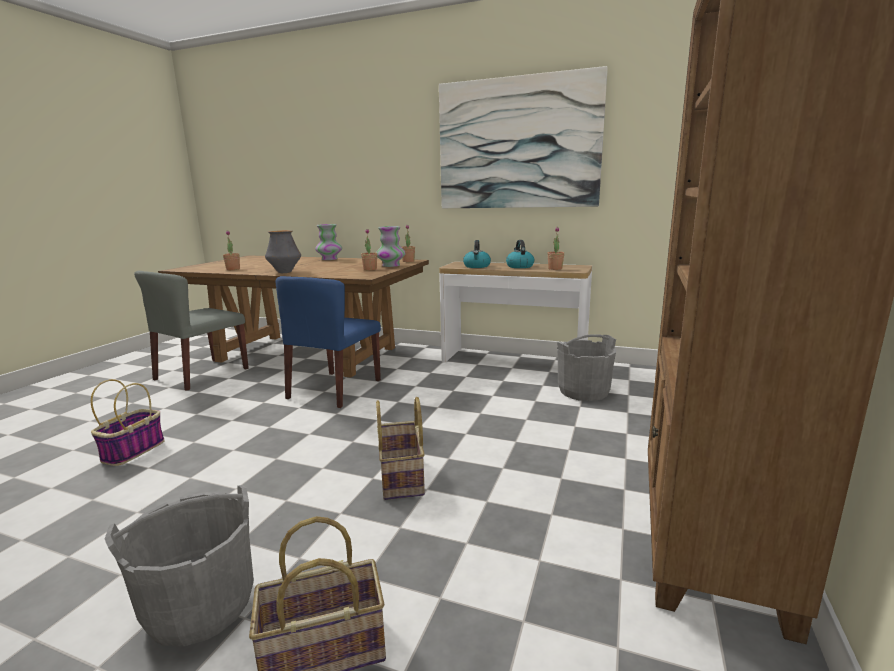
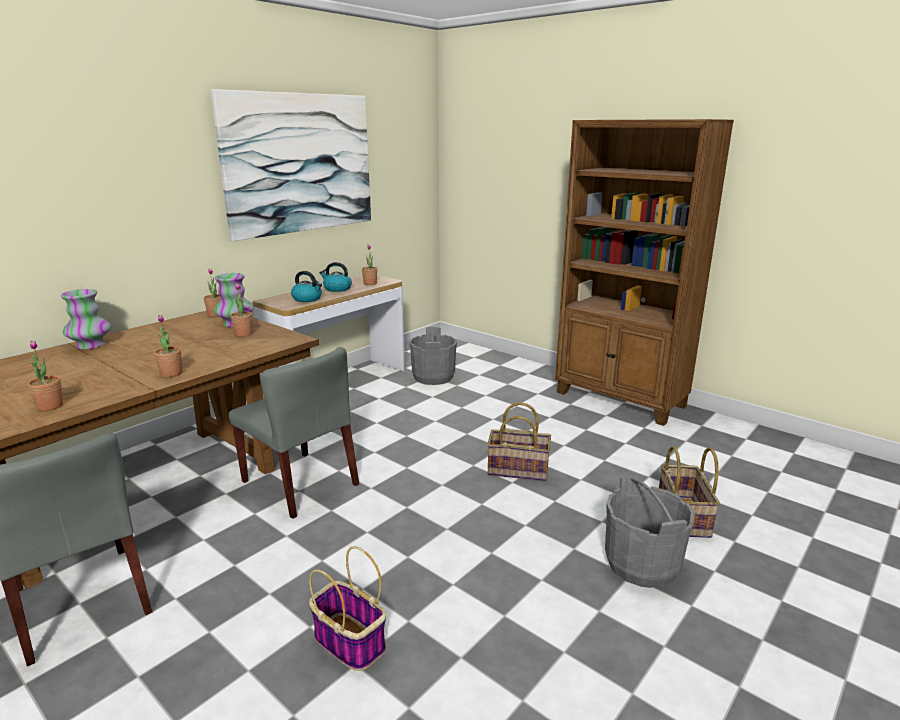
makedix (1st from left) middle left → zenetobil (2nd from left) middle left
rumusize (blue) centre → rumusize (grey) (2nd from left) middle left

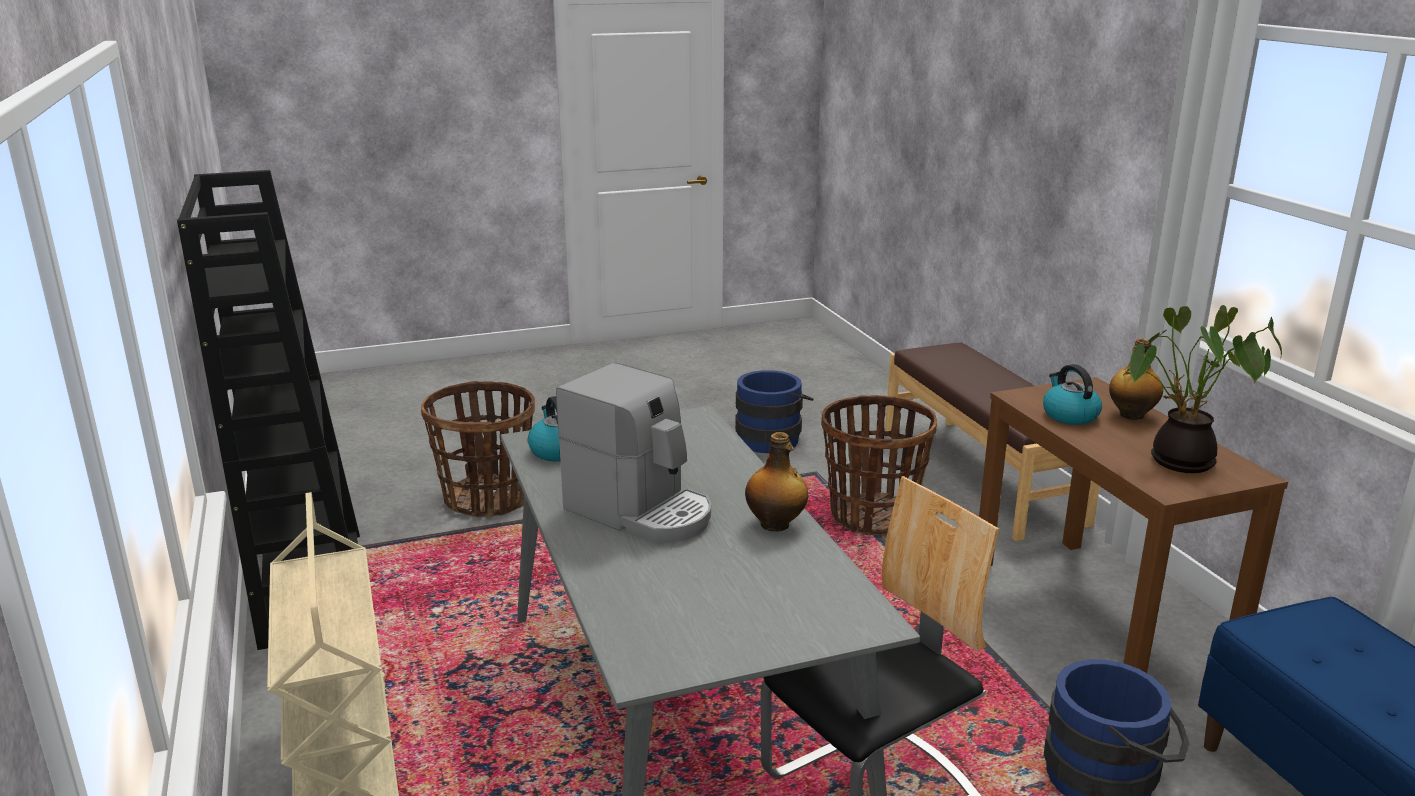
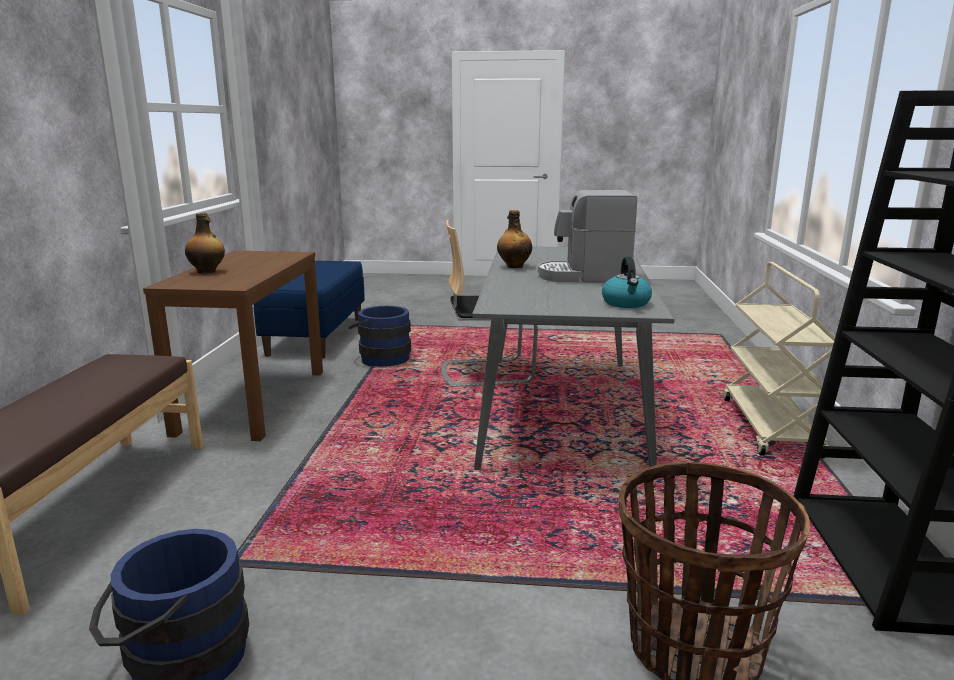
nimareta centre, 60 degrees counterclockwise
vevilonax (2nd from left) centre → -
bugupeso (2nd from left) middle right → -
zenetobil middle right → -

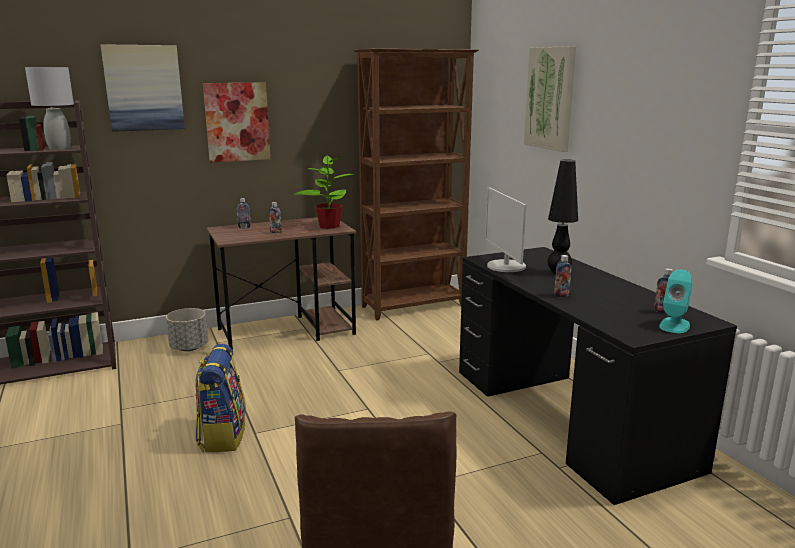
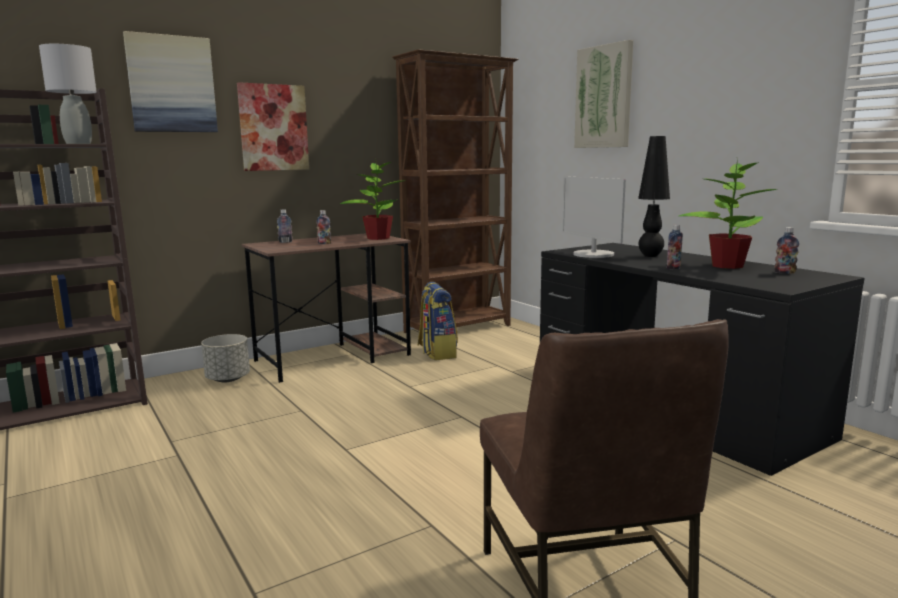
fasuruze bottom left → fasuruze centre, moved
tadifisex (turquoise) middle right → -
- → zenetobil (2nd from left) middle right

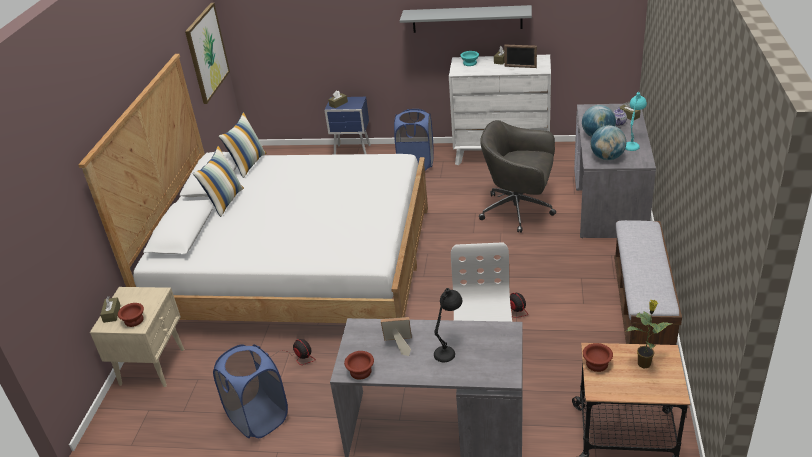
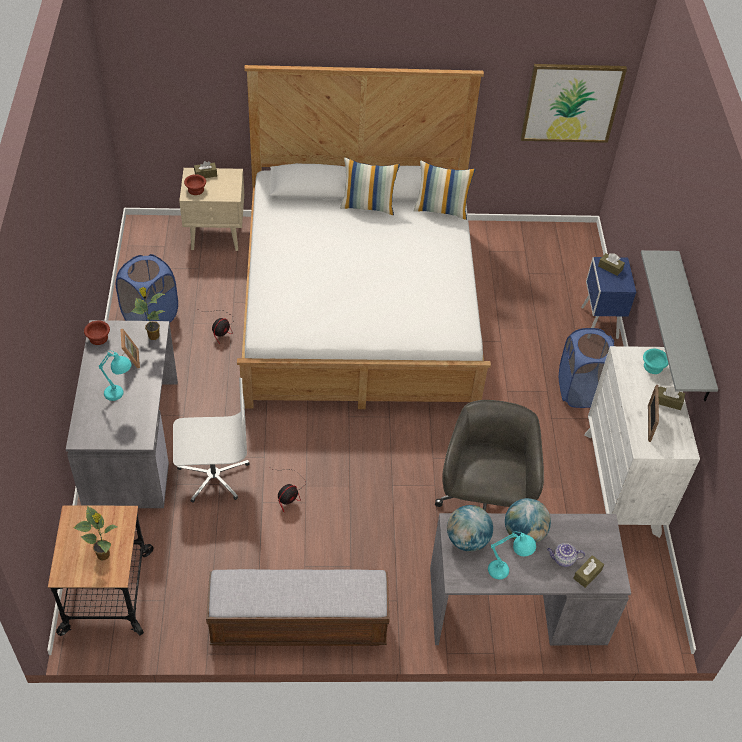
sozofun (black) bottom centre → sozofun (turquoise) (1st from left) middle left
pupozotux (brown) (3rd from left) bottom right → -
- → zenetobil (2nd from left) middle left

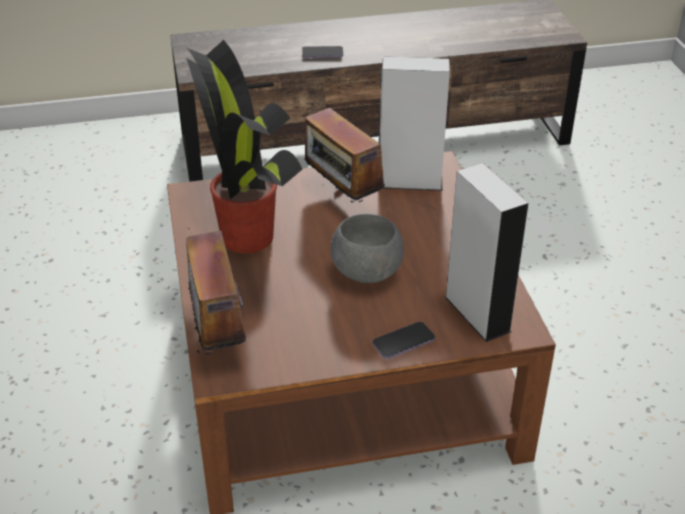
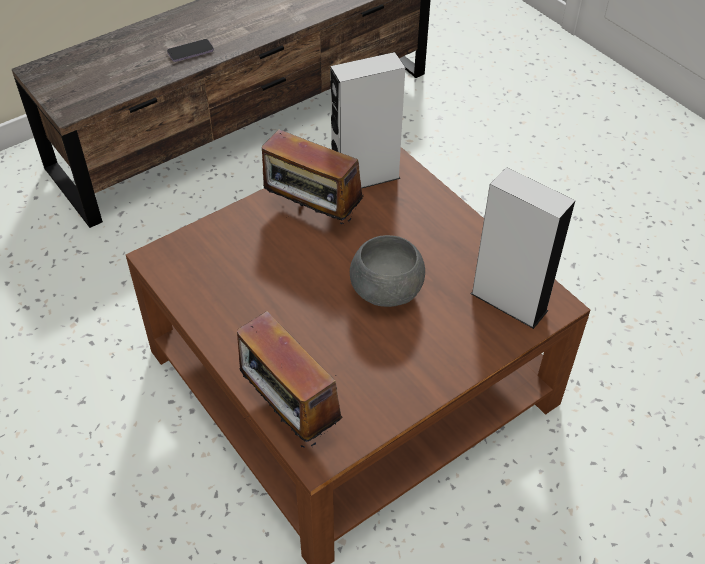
zenetobil top centre → -
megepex (2nd from left) centre → -

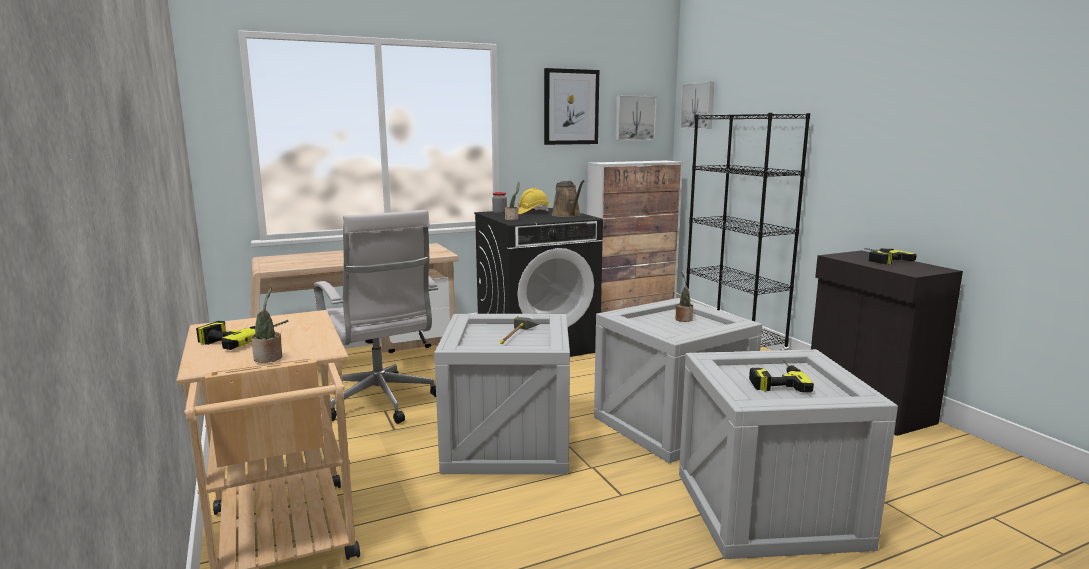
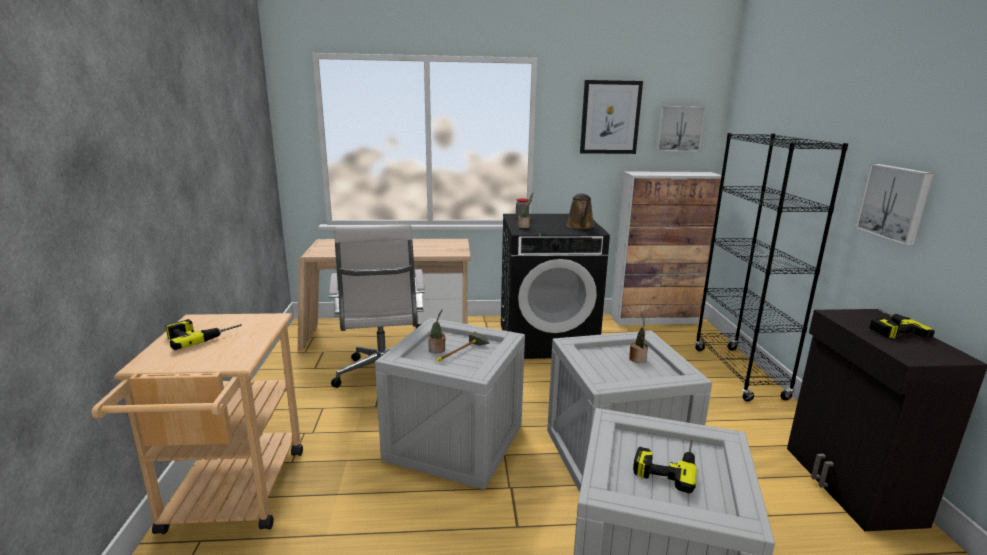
zenetobil (1st from left) middle left → zenetobil (1st from left) centre, moved
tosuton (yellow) centre → -
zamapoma (3rd from left) top centre → zamapoma (3rd from left) middle right, moved

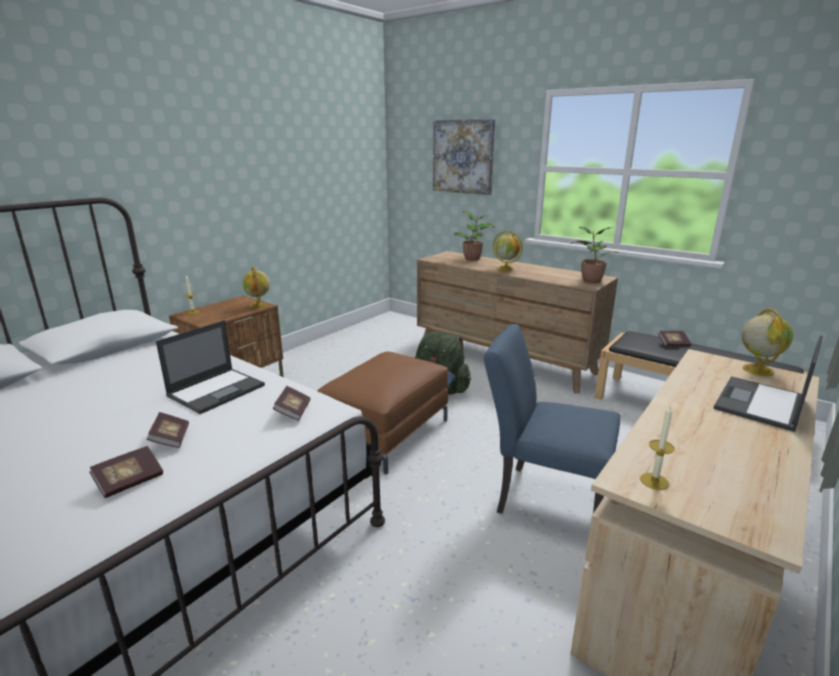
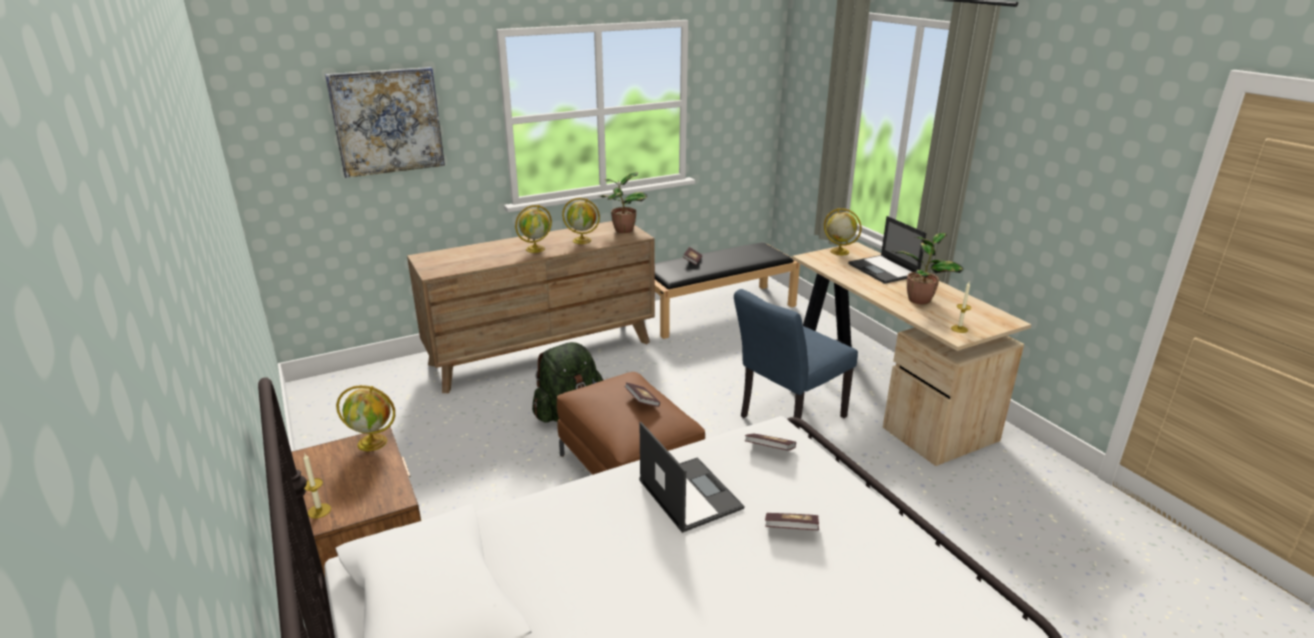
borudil (1st from left) bottom left → borudil (1st from left) centre, moved
zenetobil (1st from left in the first image) centre → zenetobil (2nd from left) middle right, moved
- → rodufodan (3rd from left) centre

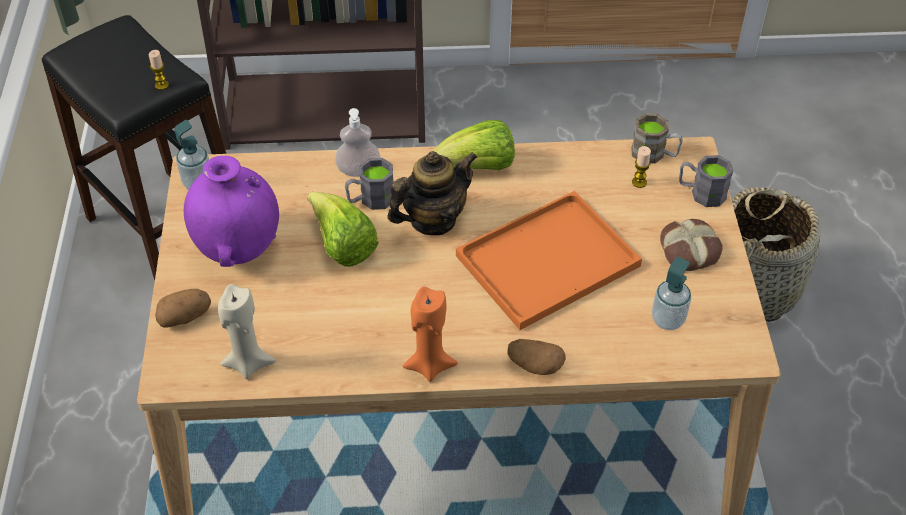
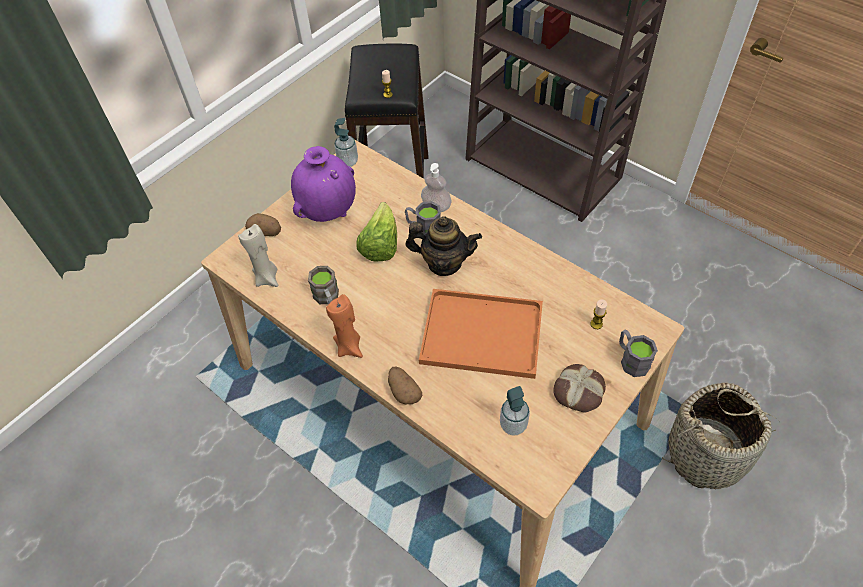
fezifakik (2nd from left) top centre → -
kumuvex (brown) top right → kumuvex (brown) centre, moved

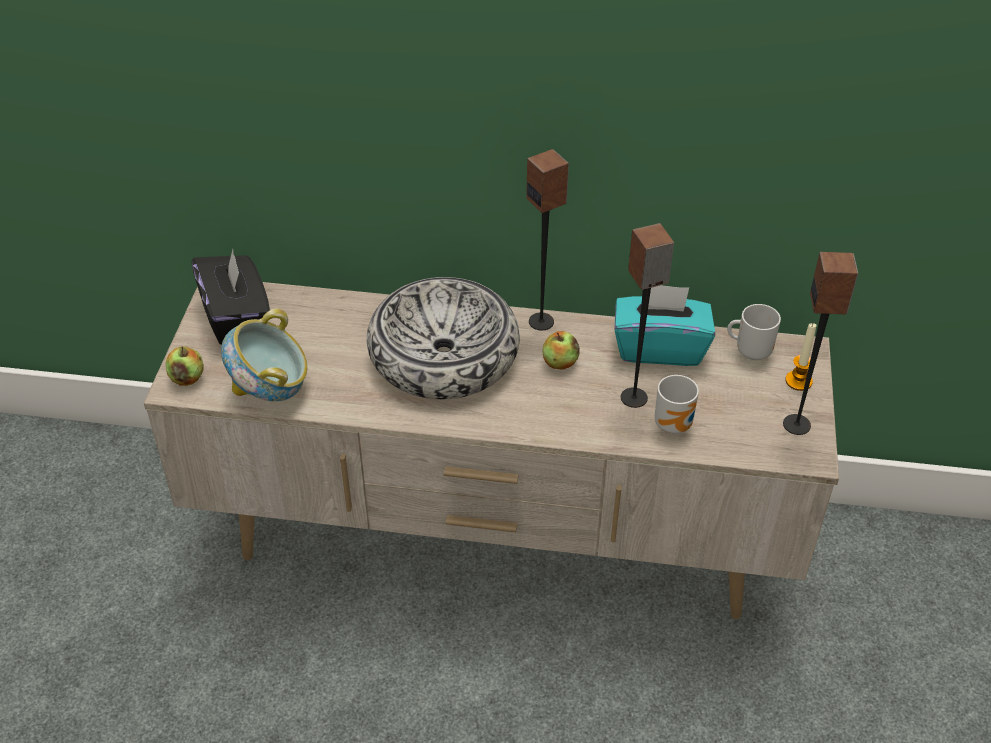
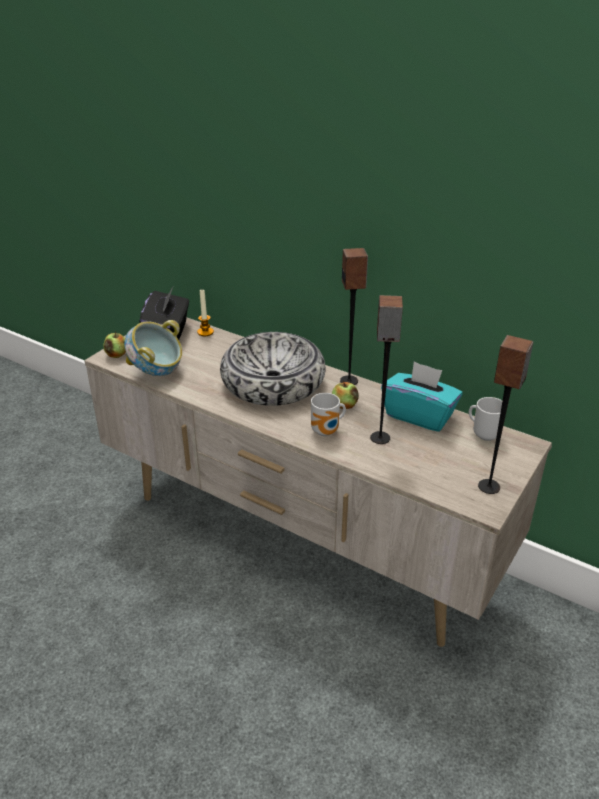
kumuvex (1st from left) middle right → kumuvex (1st from left) centre, moved
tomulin middle right → tomulin centre, moved

